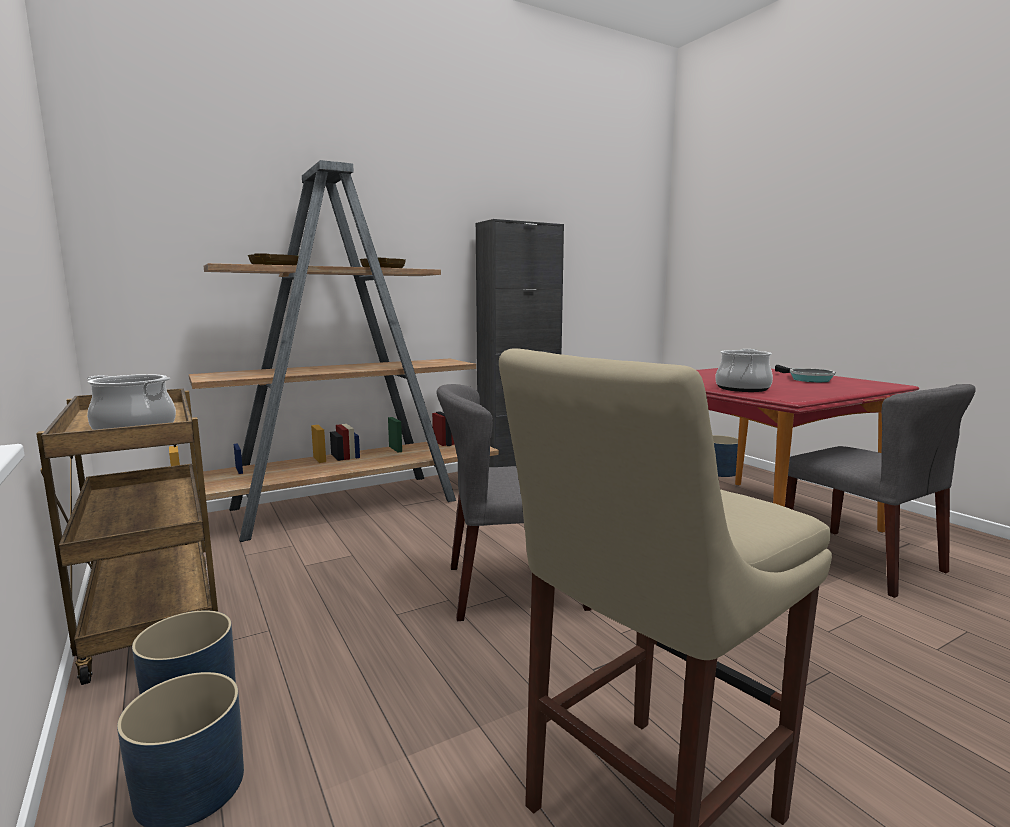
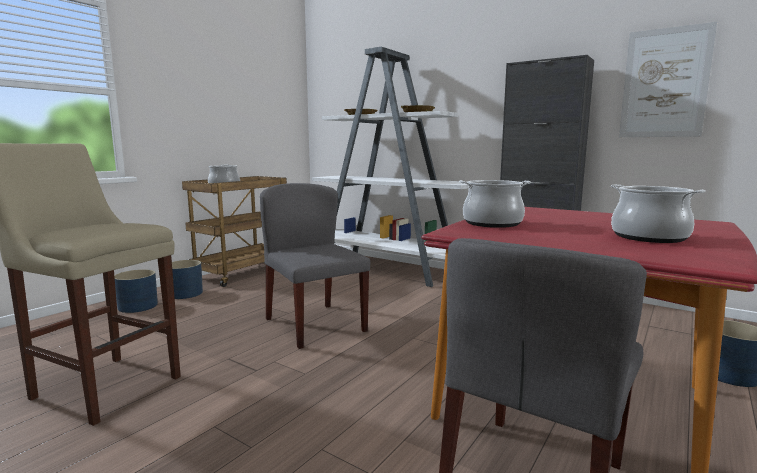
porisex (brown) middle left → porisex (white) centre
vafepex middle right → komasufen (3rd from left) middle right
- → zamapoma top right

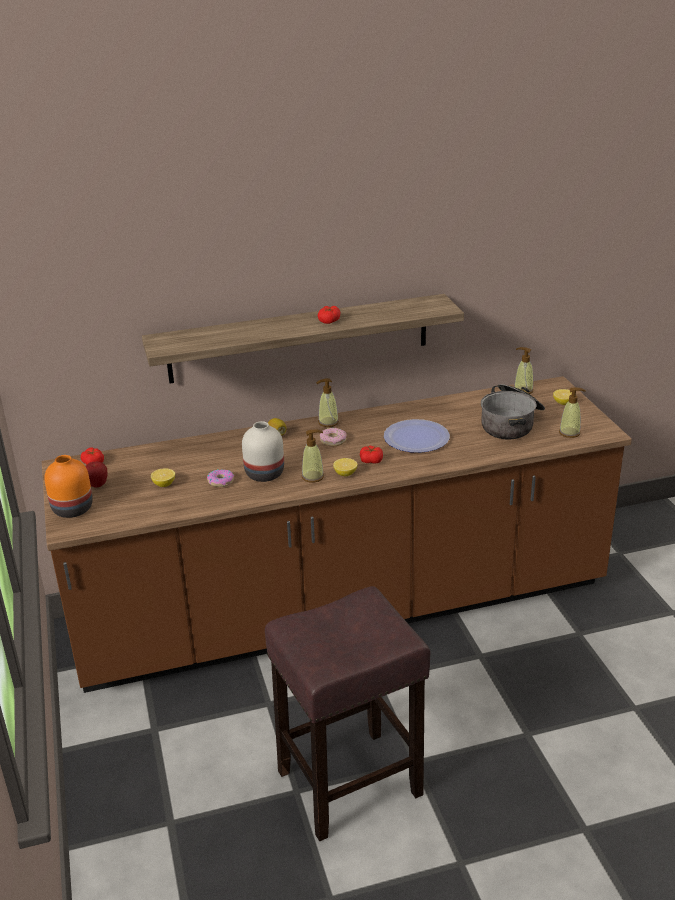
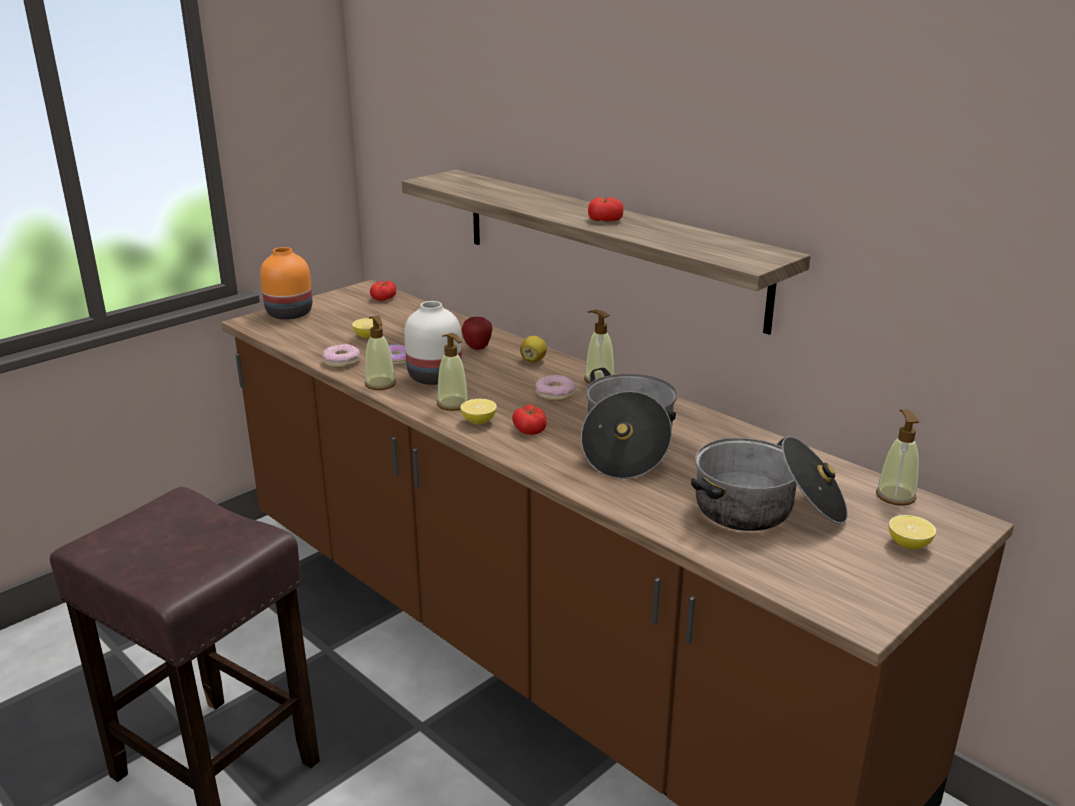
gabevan middle left → gabevan centre, moved
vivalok centre → komasufen (1st from left) centre
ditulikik (4th from left in the first image) middle right → ditulikik (1st from left) centre, moved
- → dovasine (1st from left) middle left

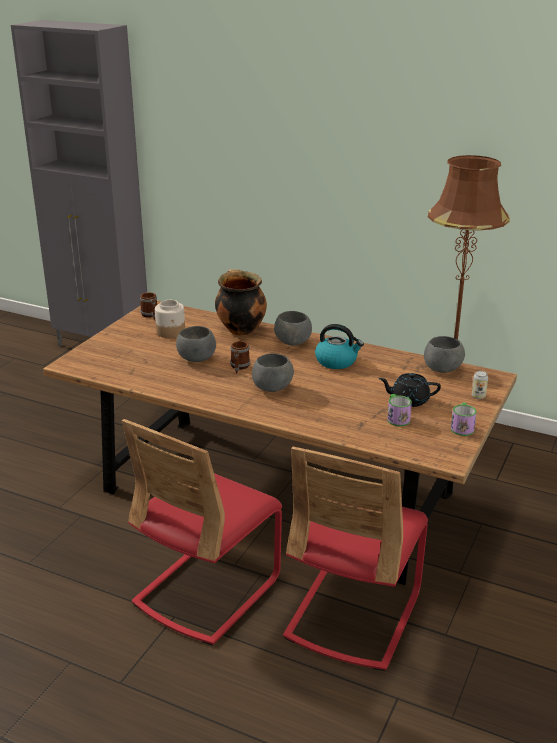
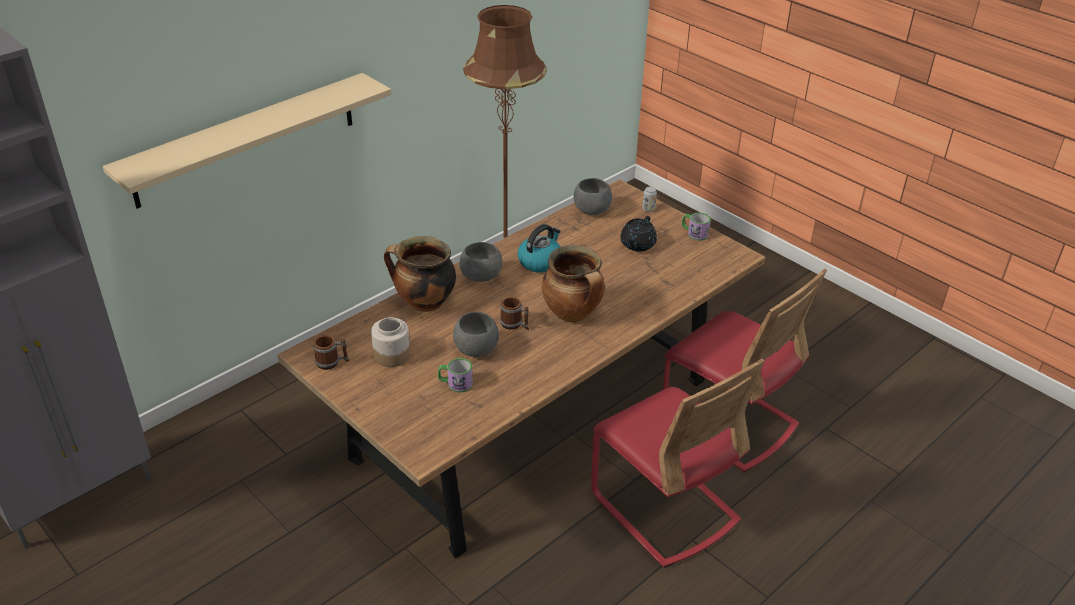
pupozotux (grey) (2nd from left) centre → komasufen (2nd from left) centre
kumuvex (3rd from left in the first image) middle right → kumuvex (2nd from left) centre, moved
- → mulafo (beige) top left

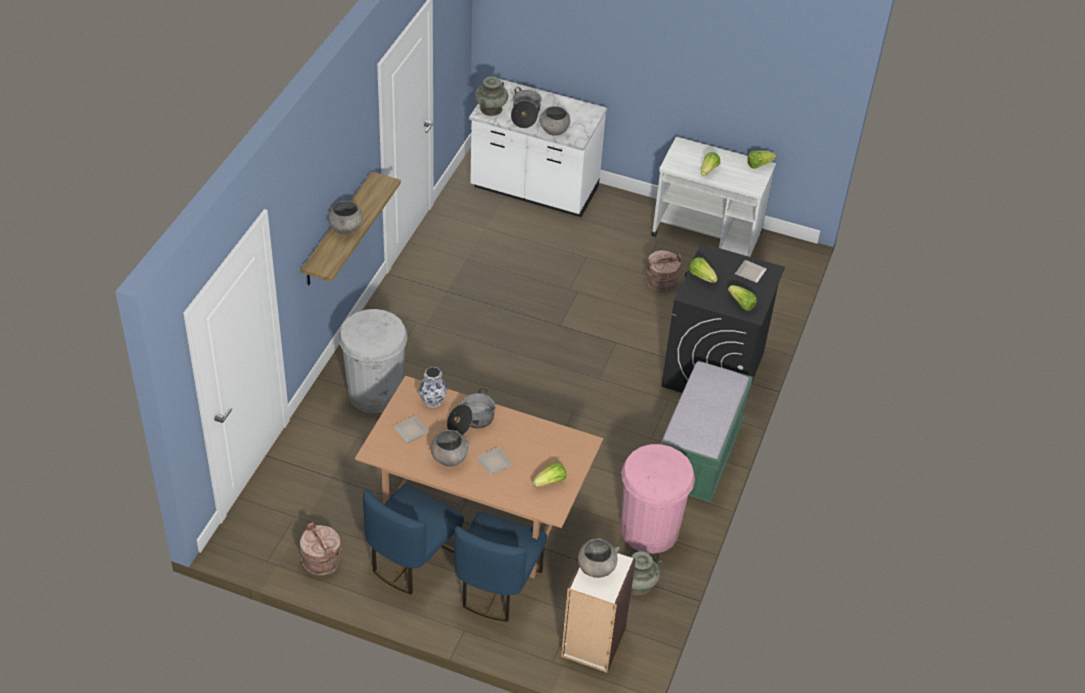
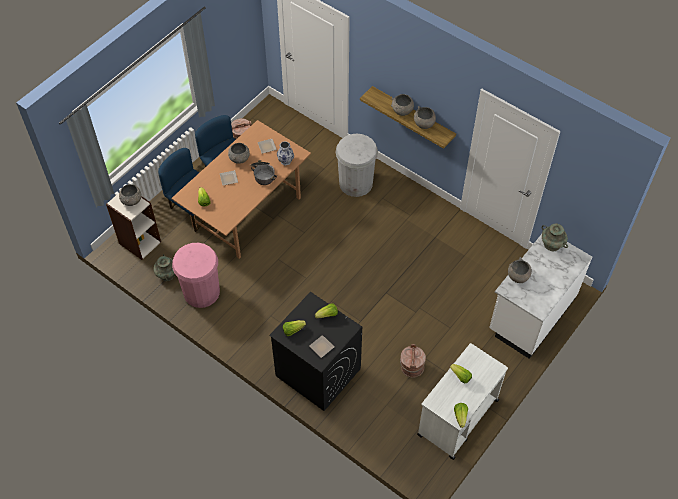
komasufen (2nd from left) top centre → -
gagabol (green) centre → -
- → pupozotux (grey) (4th from left) top centre

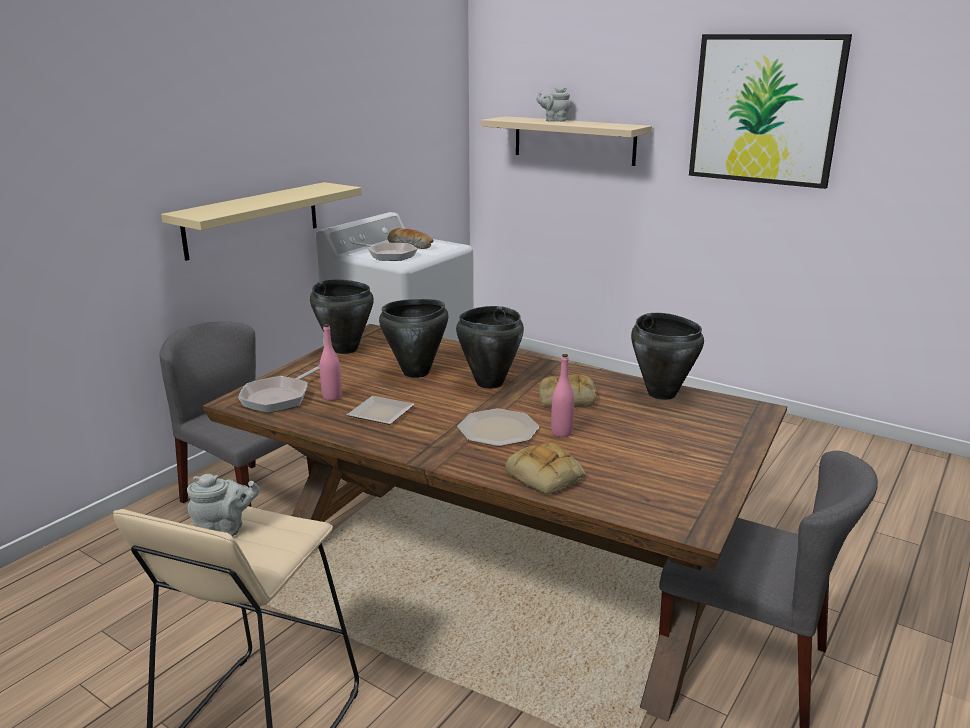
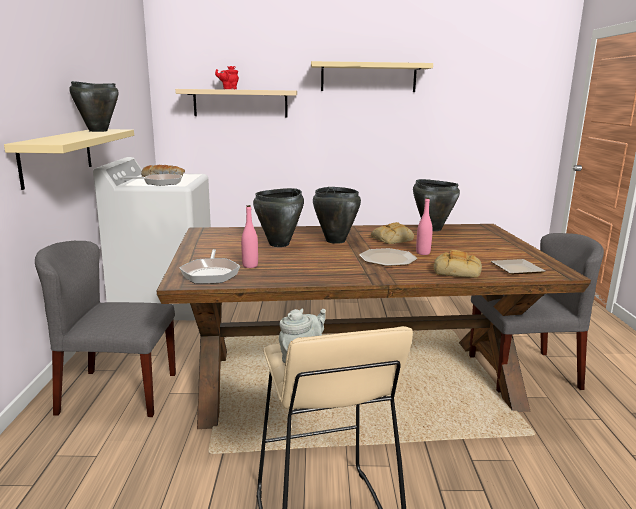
komasufen (black) (1st from left) centre → komasufen (black) (1st from left) top left, moved
vivalok (1st from left in the first image) centre → vivalok (2nd from left) middle right, moved
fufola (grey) (2nd from left) top centre → fufola (red) top centre
zamapoma top right → mulafo (beige) (3rd from left) top centre

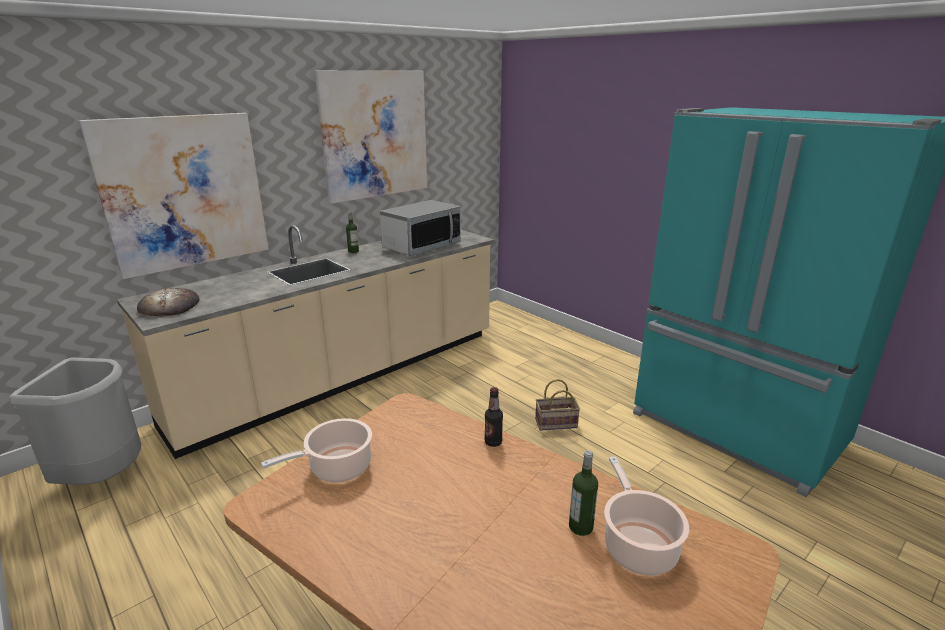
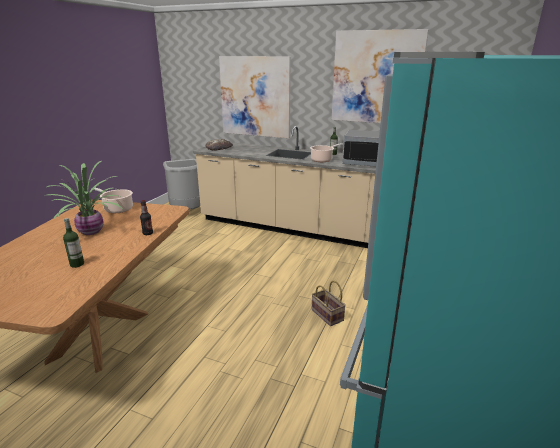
komasufen (2nd from left) bottom right → komasufen (2nd from left) centre, moved
- → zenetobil middle left

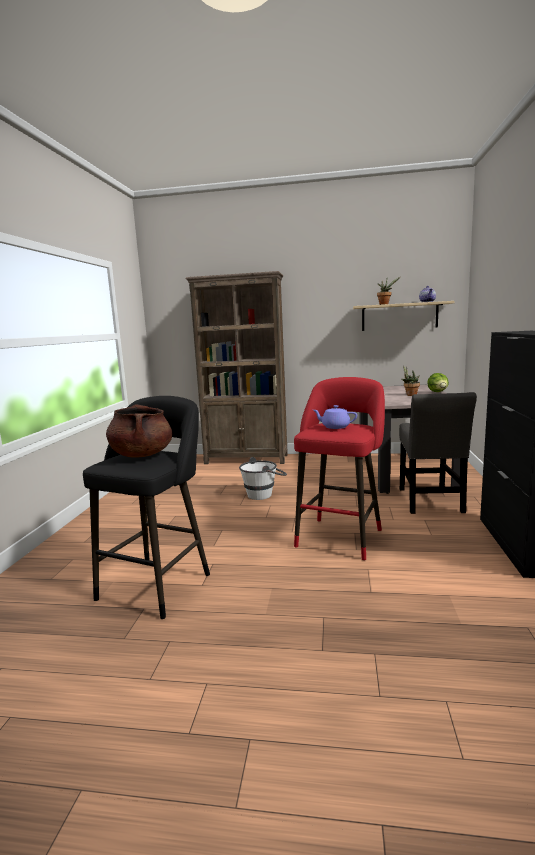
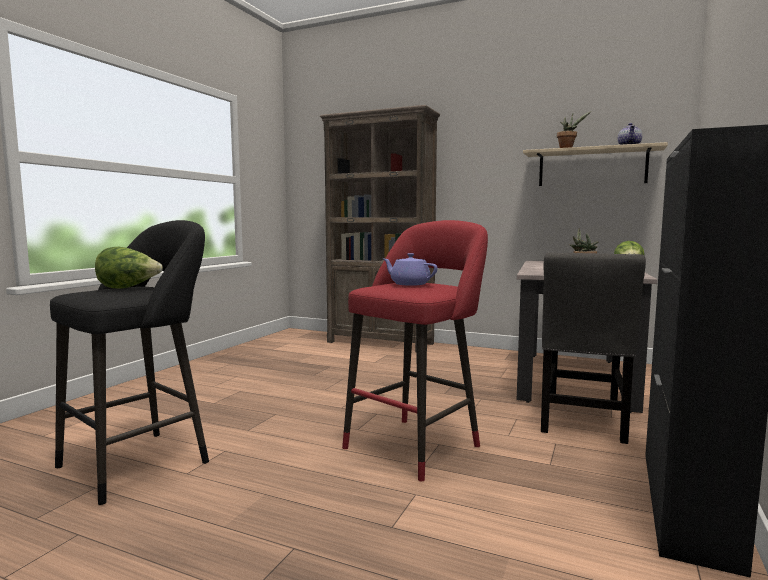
komasufen (brown) middle left → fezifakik (1st from left) middle left
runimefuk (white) centre → -

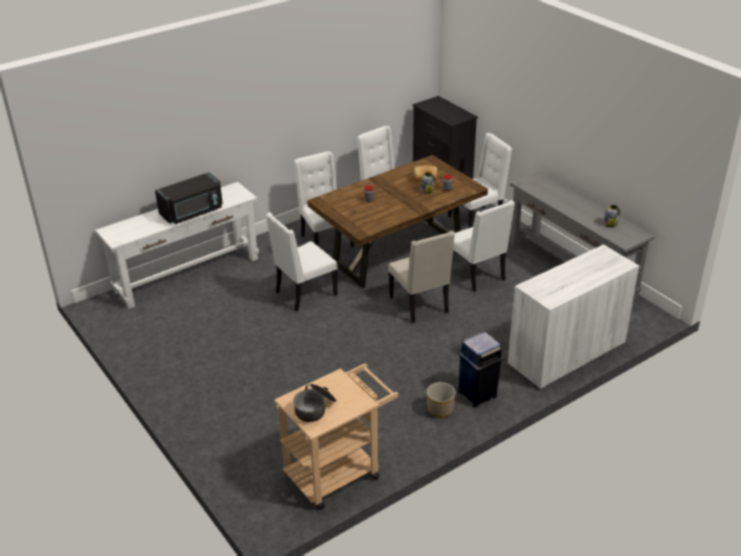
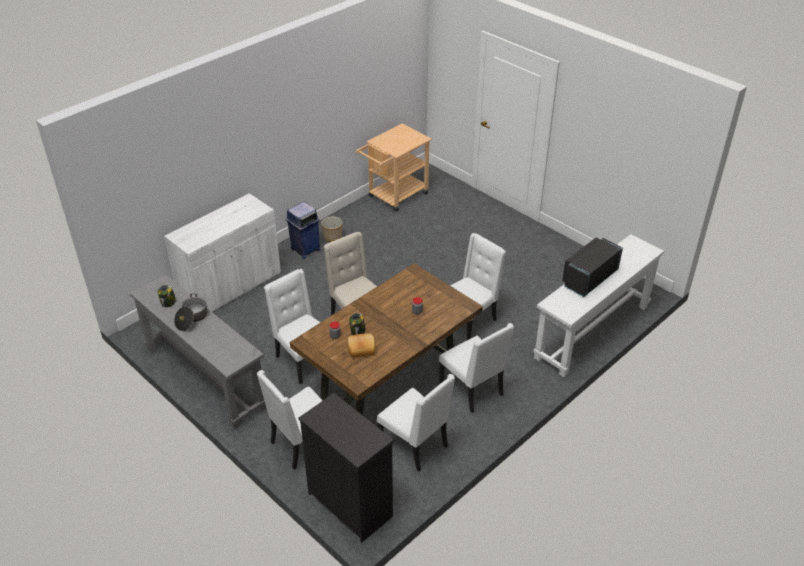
komasufen bottom centre → komasufen middle left, moved

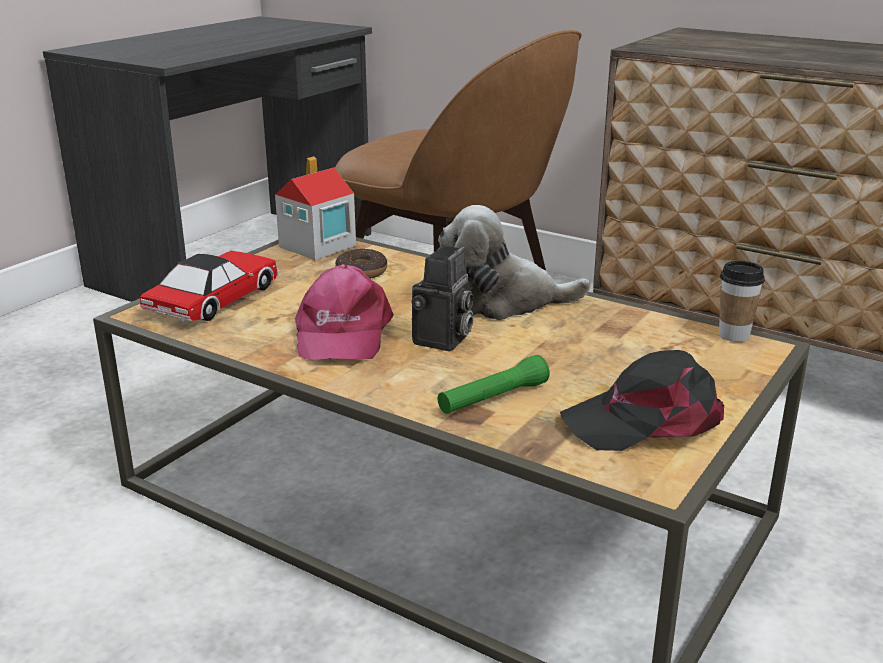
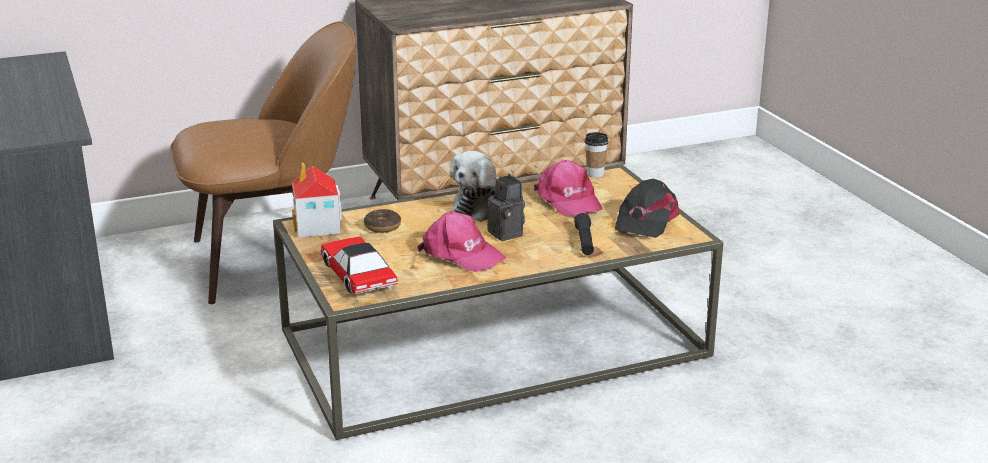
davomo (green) centre → davomo (black) centre
- → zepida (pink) (2nd from left) centre

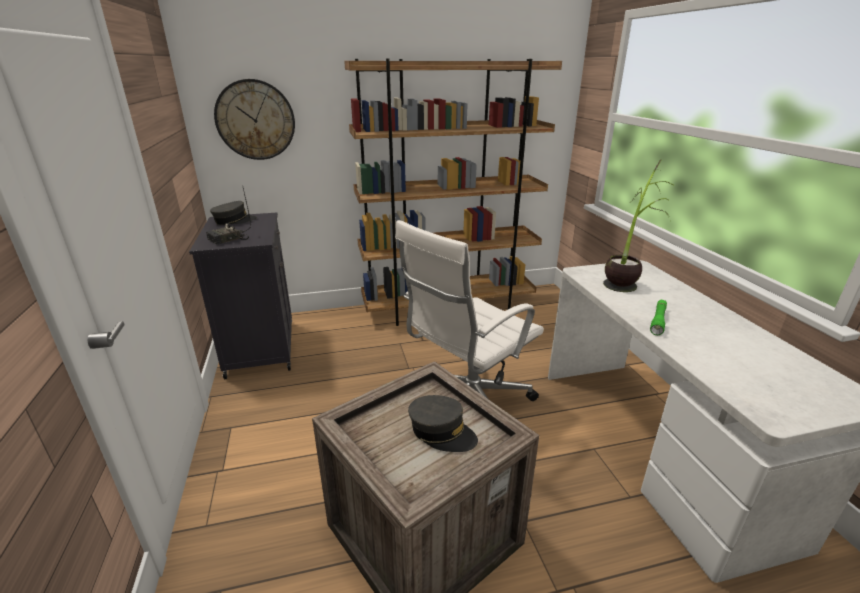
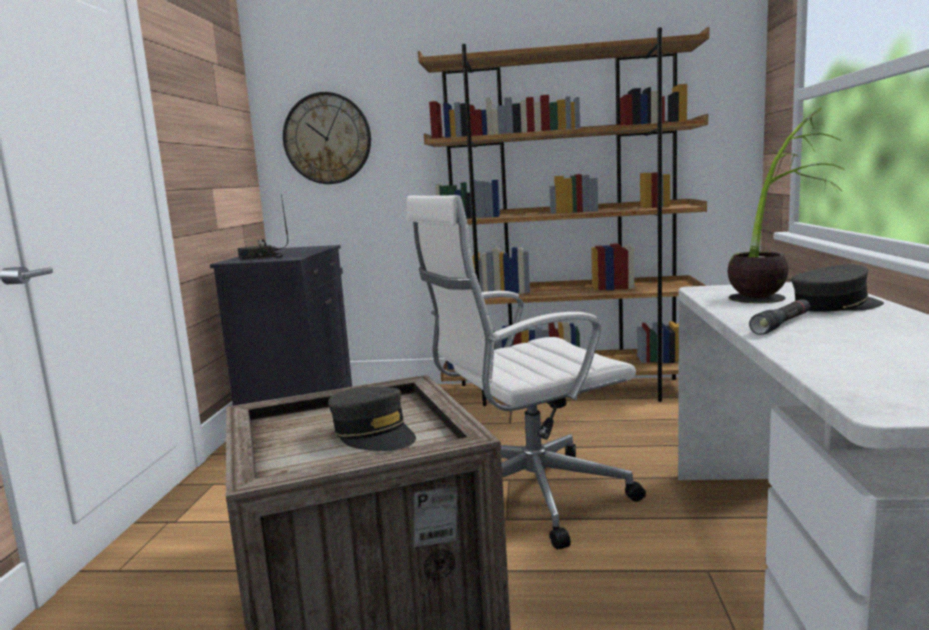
zepida (grey) (1st from left in the first image) middle left → zepida (grey) (2nd from left) middle right, moved
davomo (green) middle right → davomo (black) middle right

